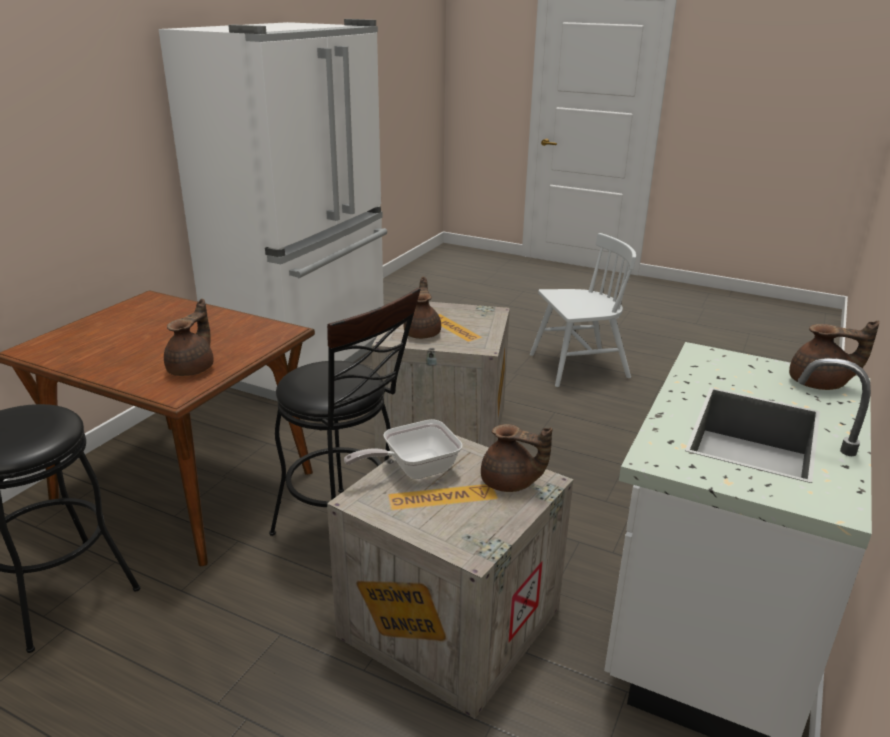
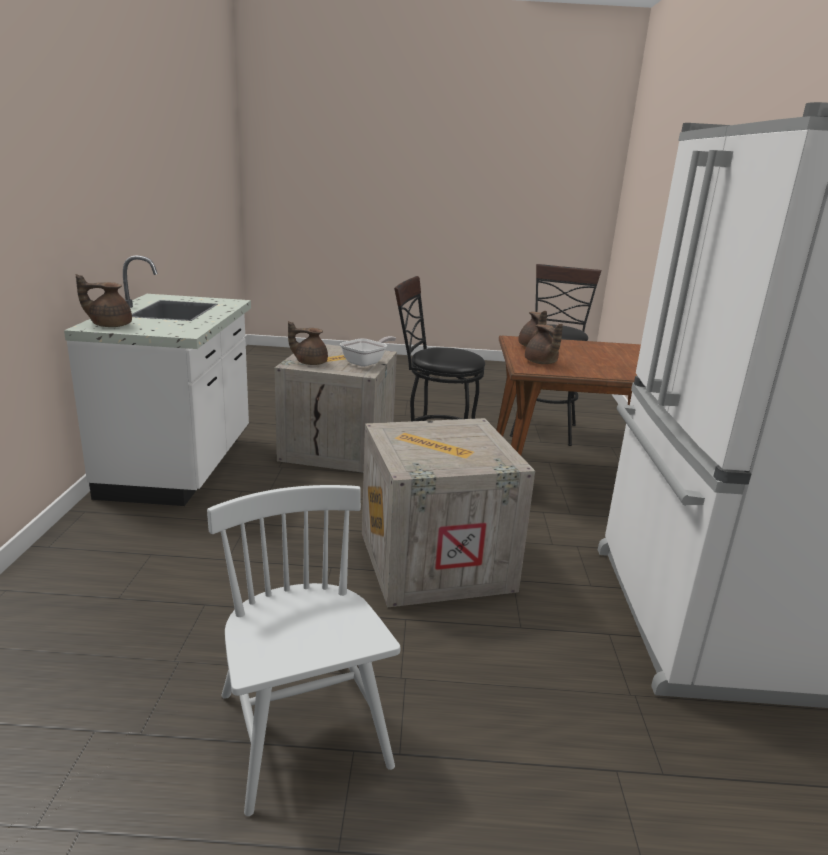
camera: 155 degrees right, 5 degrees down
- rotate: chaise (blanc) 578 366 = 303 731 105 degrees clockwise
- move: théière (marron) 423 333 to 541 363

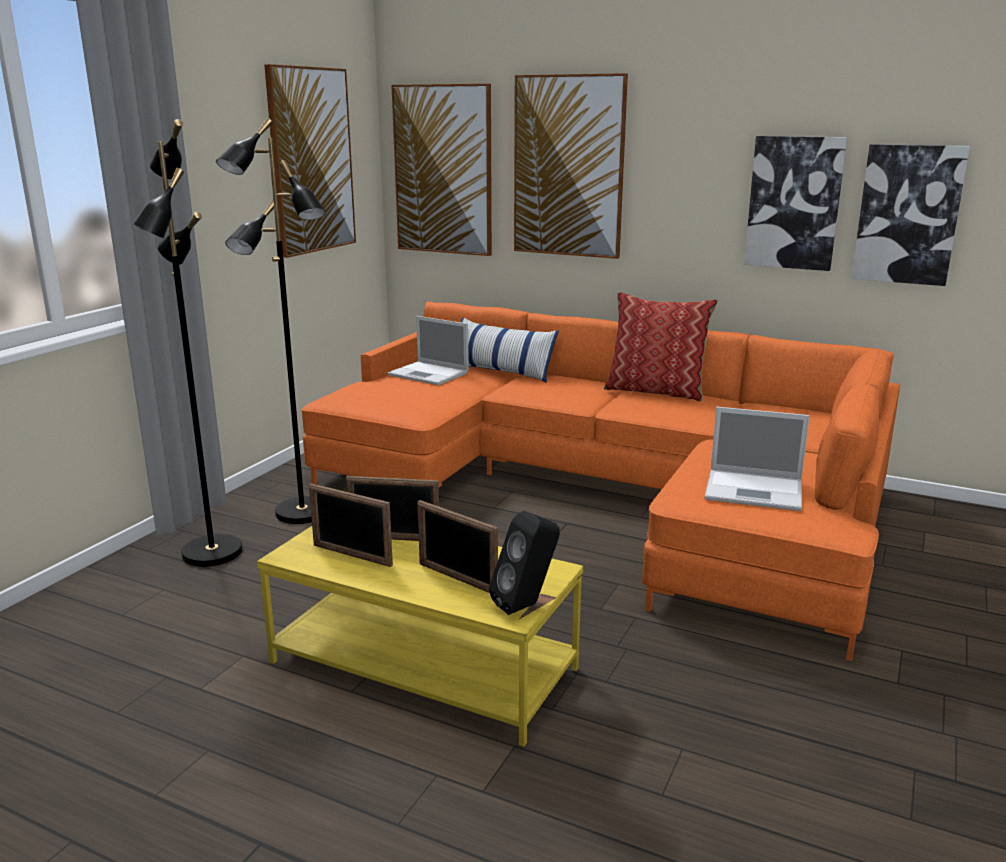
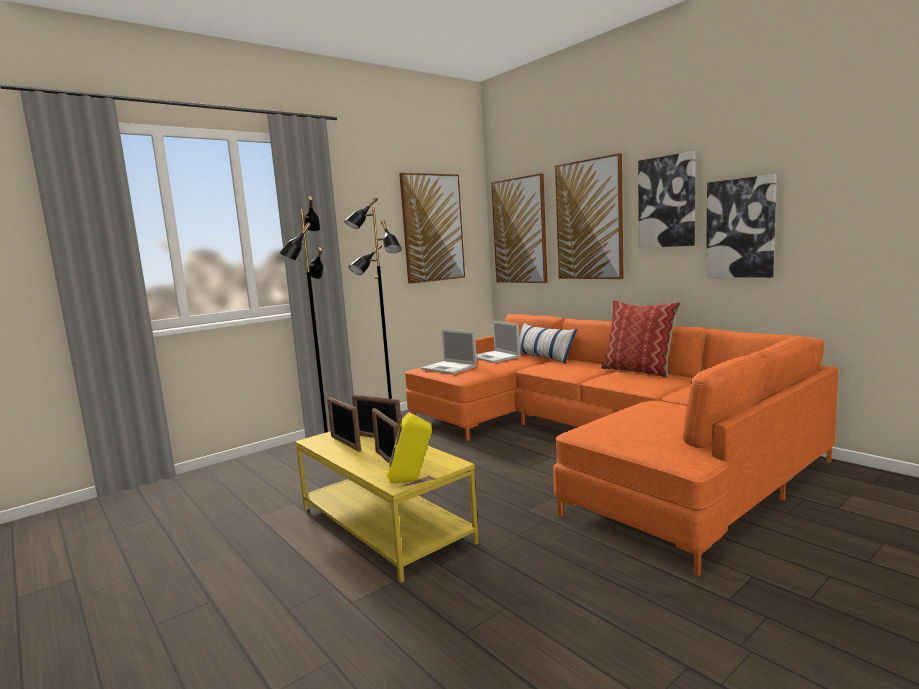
camera: 25 degrees right, 10 degrees down
- move: tableau 908 214 to 667 202
- move: ordinateur portable 756 491 to 449 368
- recolor: enceinte (noir) 526 605 to enceinte (jaune) 411 480

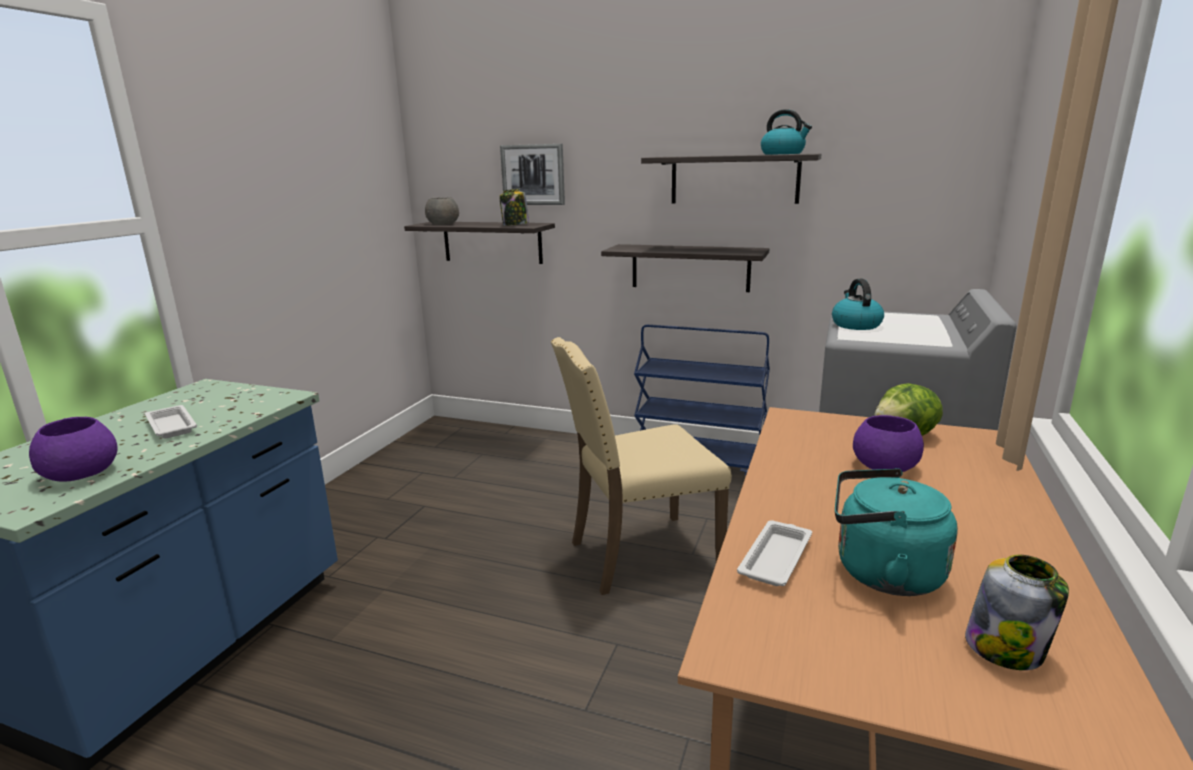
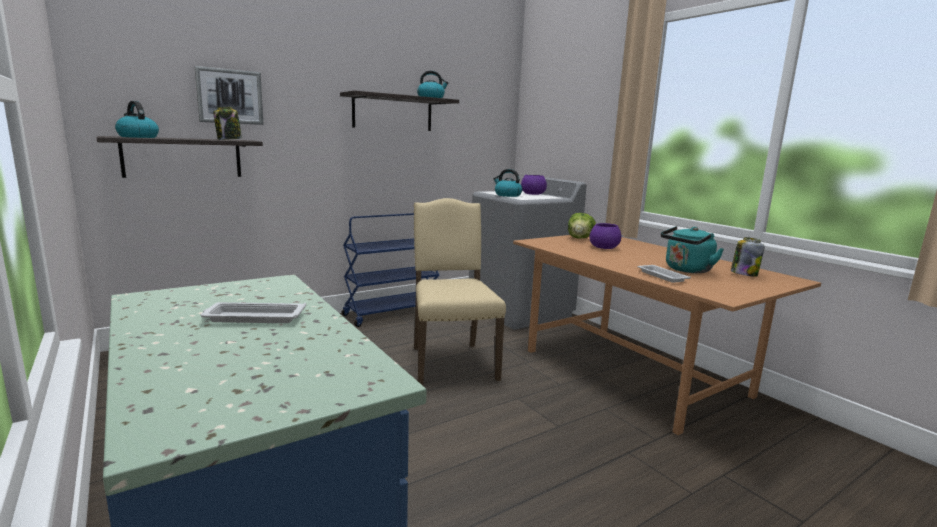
camera: 55 degrees left, 5 degrees down
- replace: bol (gris) 443 224 to bouilloire 137 137
- delete: étagère 690 267
- rotate: chaise (beige) 640 555 = 451 362 150 degrees clockwise
- move: bol (violet) 80 473 to 532 194

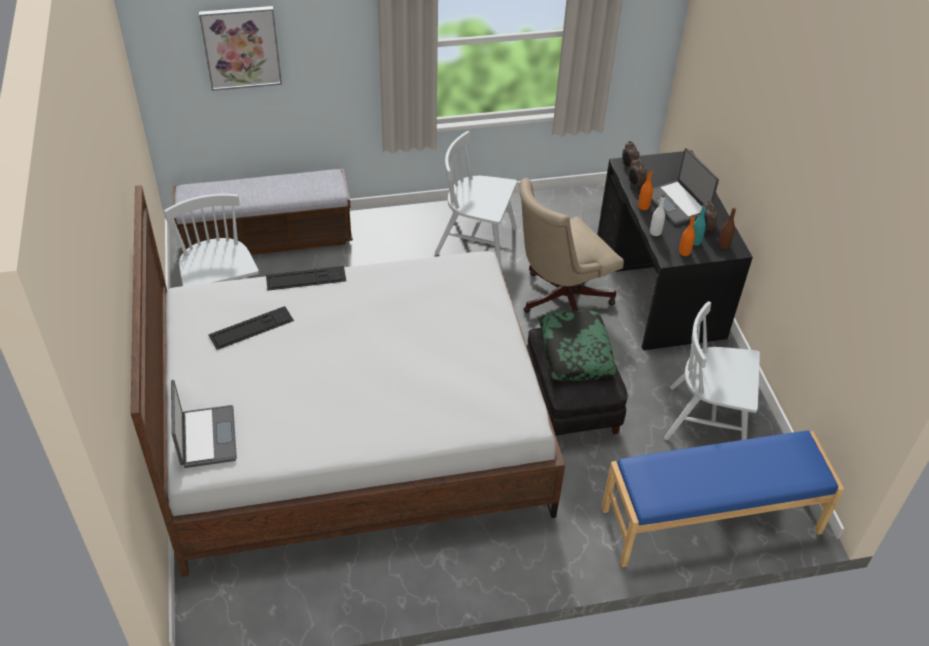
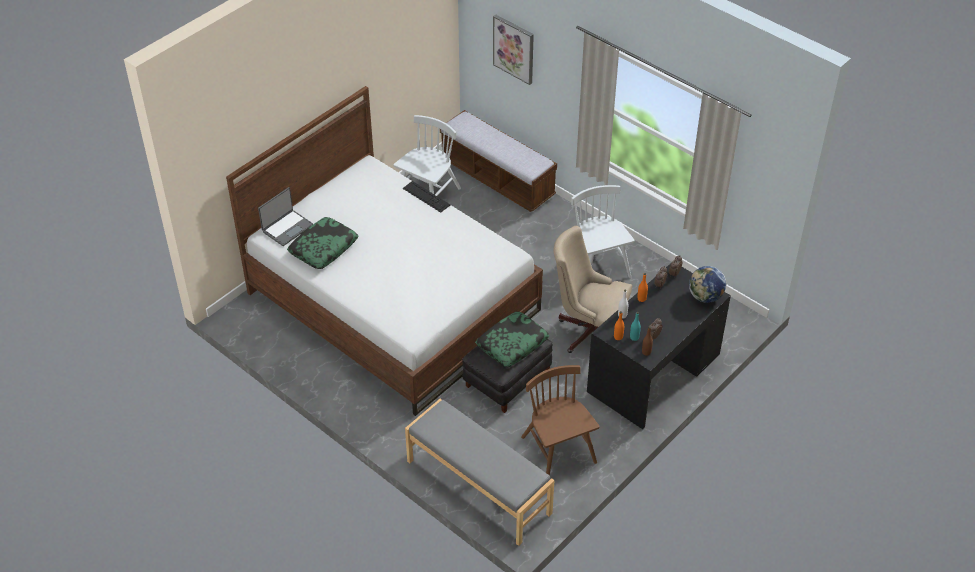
camera: 55 degrees right, 0 degrees up
- delete: ordinateur portable 678 203
- recolor: chaise (blanc) 707 419 to chaise (marron) 558 450
- delete: clavier 251 328
- recolor: banc (bleu) 711 521 to banc (gris) 478 487
- insert: coussin 323 248
- insert: globe 705 297

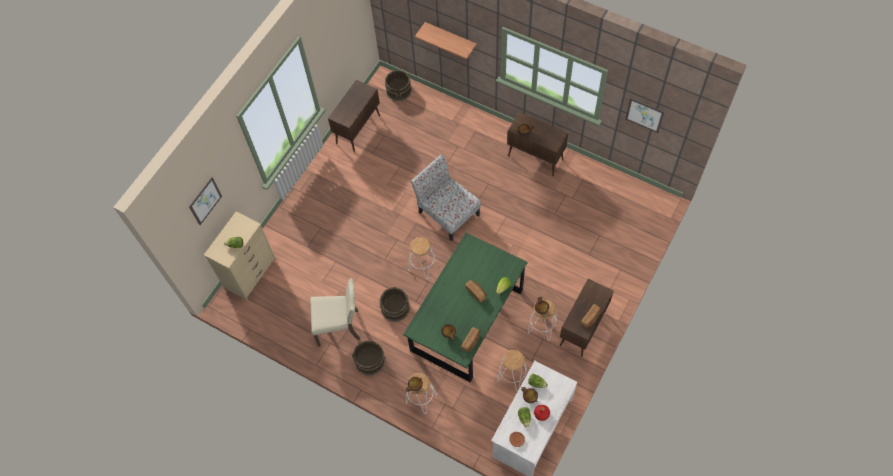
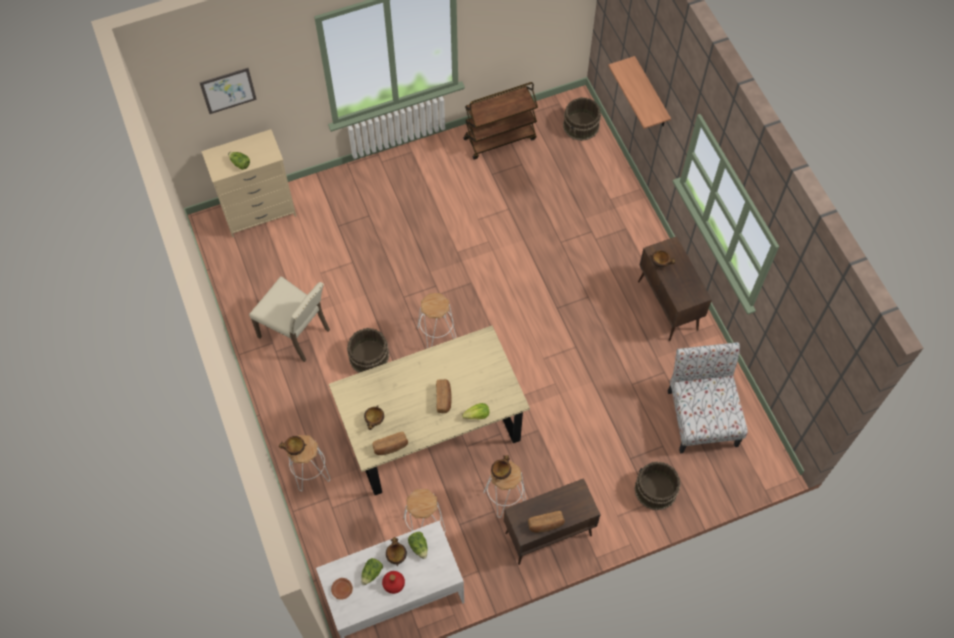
camera: 35 degrees right, 0 degrees up
- replace: meuble de rangement (marron) 358 129 to chariot (marron) 500 138
- delete: tableau 644 115
- move: chaise 447 212 to 701 416
- recolor: table à manger (vert) 466 319 to table à manger (beige) 431 426
- move: seau (marron) 369 361 to 655 490

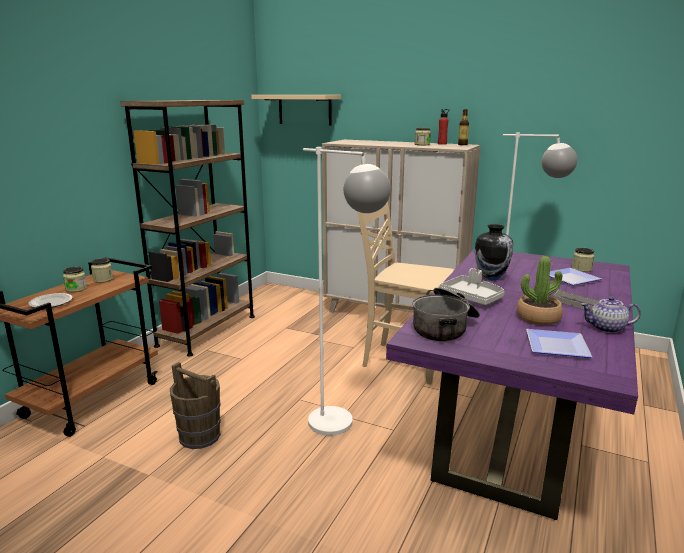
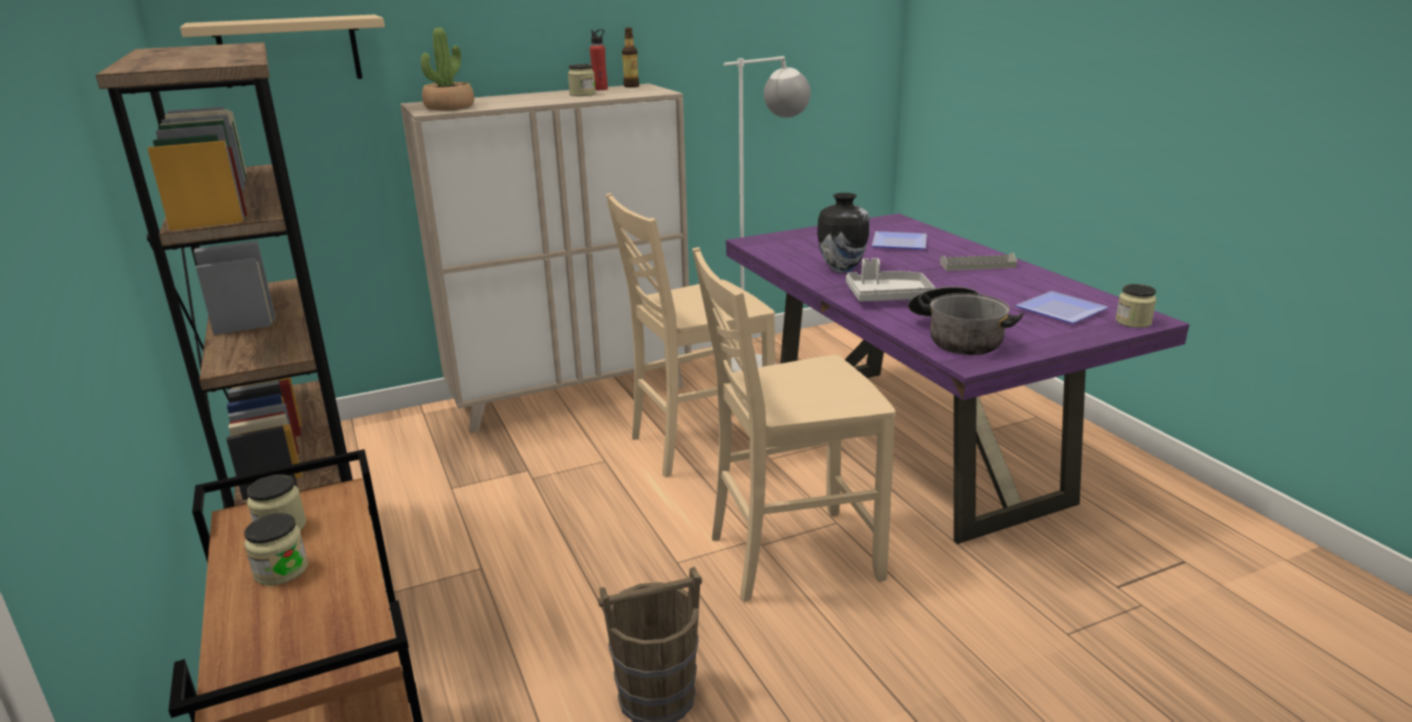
camera: 50 degrees left, 5 degrees up
- replace: lampadaire (blanc) 344 427 to chaise (beige) 789 556
- move: bocal 581 269 to 1133 322
- move: plante en pot 538 318 to 449 107
- delete: assiette 51 303
- delete: théière 606 328

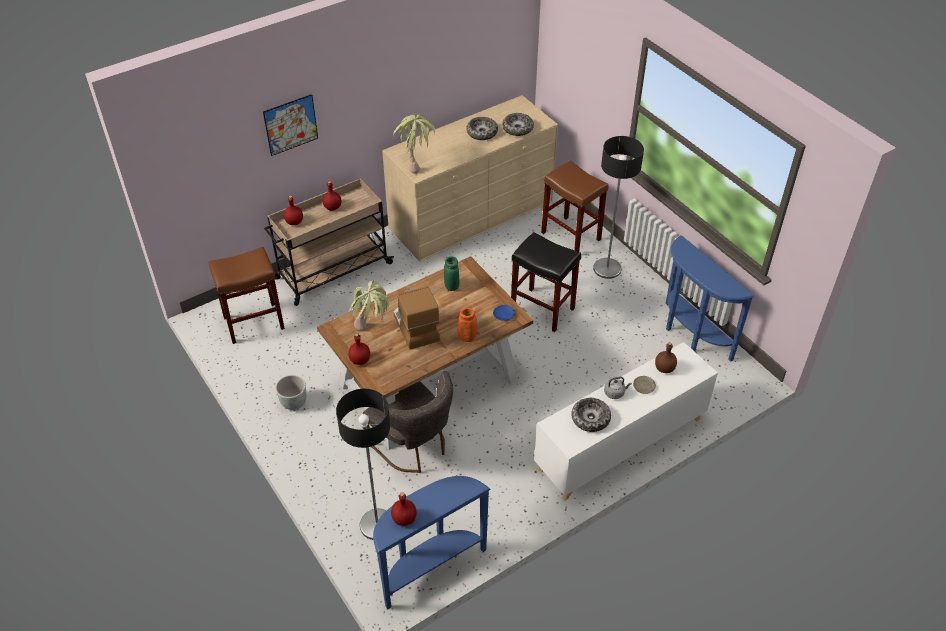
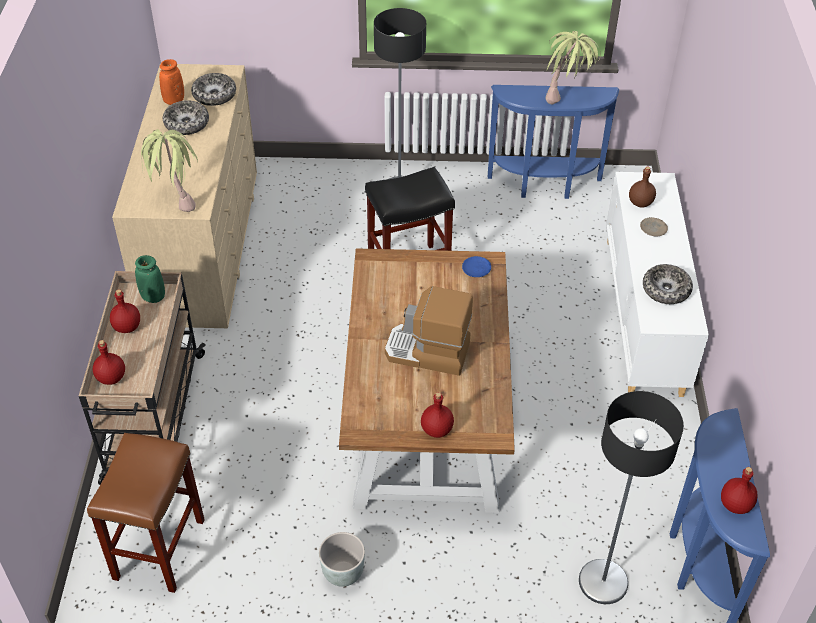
camera: 55 degrees left, 0 degrees up
- delete: tableau 291 125
- delete: tabouret (marron) 570 236
- move: vase (vert) 451 286 to 153 297
- move: plante en pot 372 333 to 567 97
- move: vase (orange) 467 337 to 174 100
- delete: chaise (gris) 414 447
- delete: bouilloire (gris) 615 393

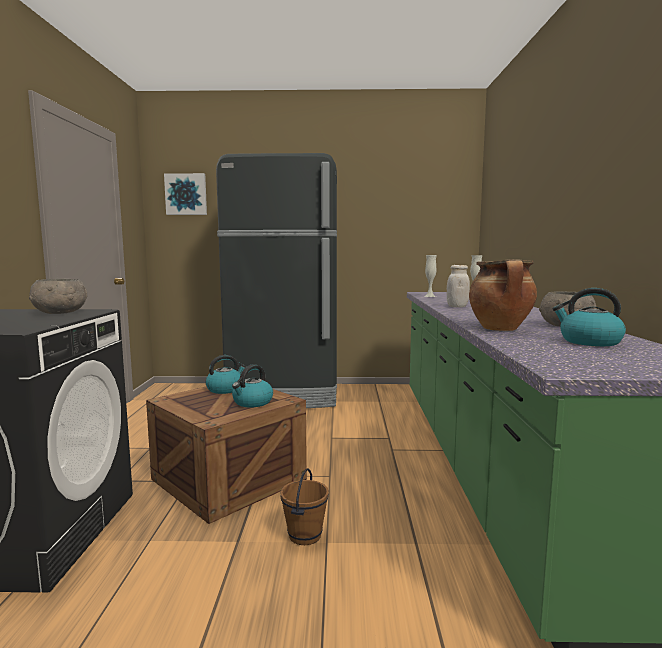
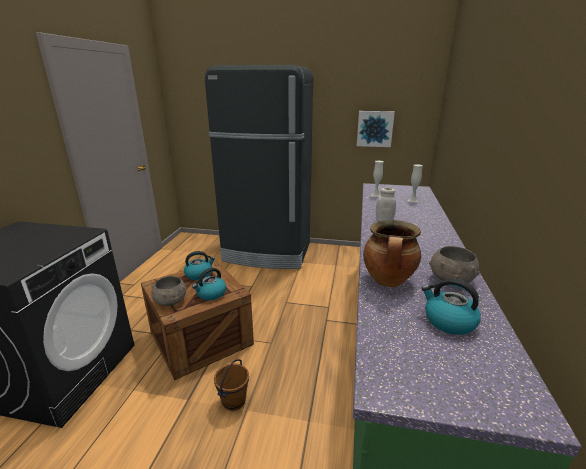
camera: 10 degrees right, 15 degrees up
- move: tableau 186 194 to 374 128
- move: bol (gris) 60 313 to 170 301

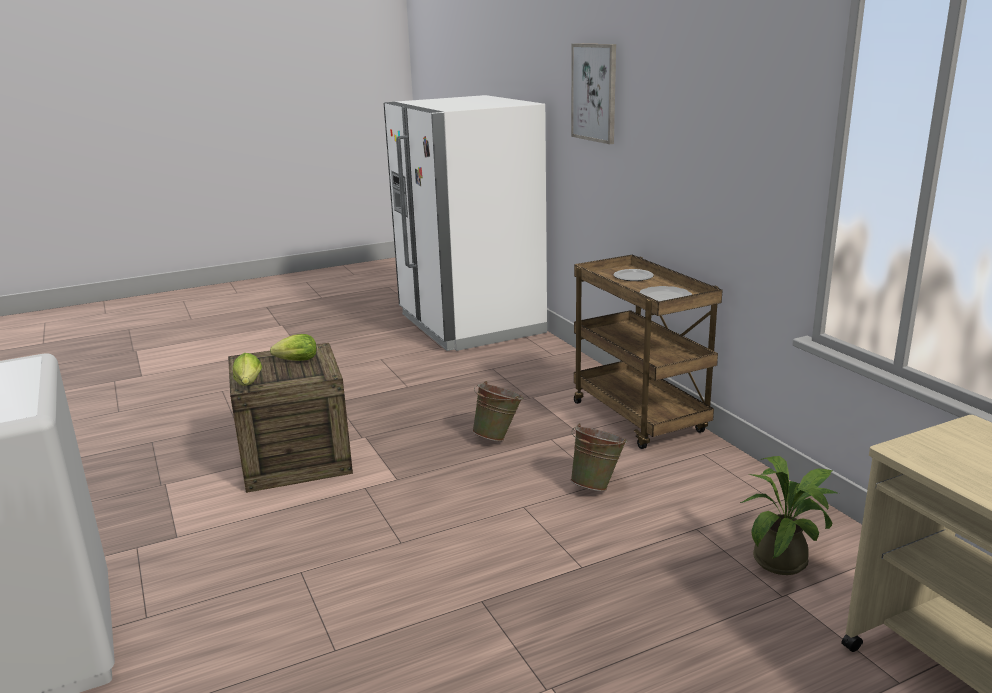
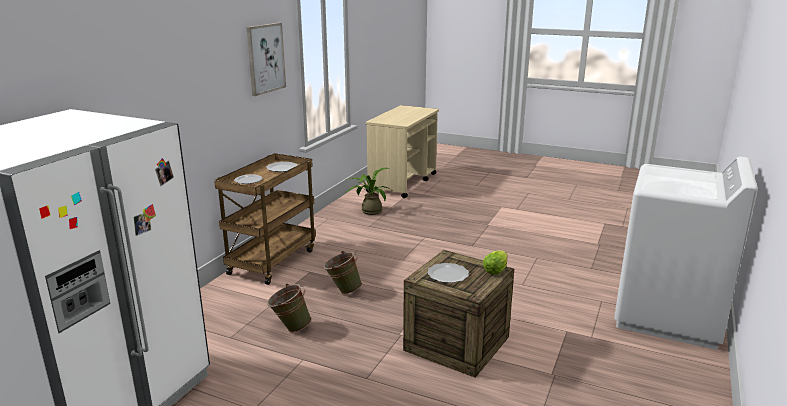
camera: 130 degrees left, 0 degrees up
- move: tableau 594 92 to 265 58
- replace: laitue 294 361 to assiette 447 274
- move: seau (vert) 597 485 to 290 328

